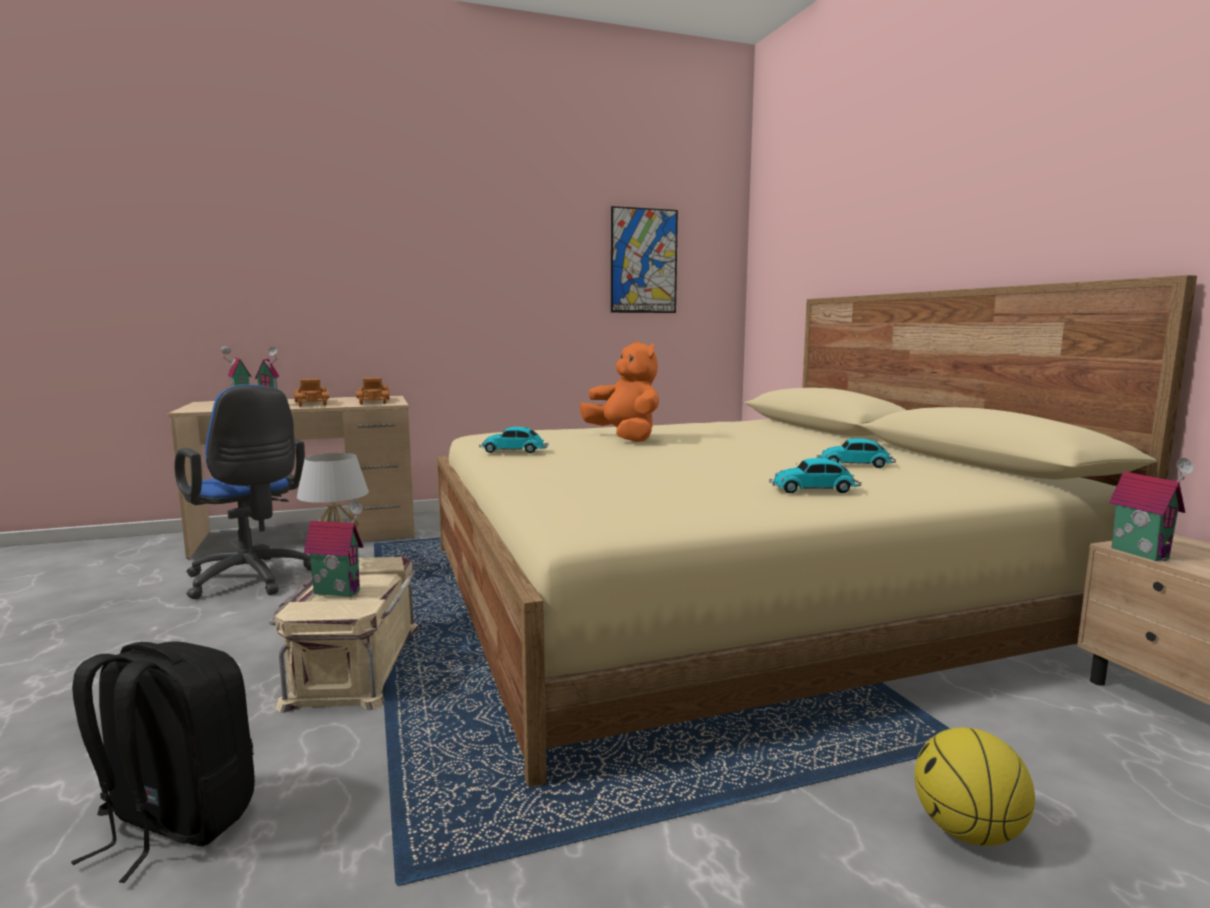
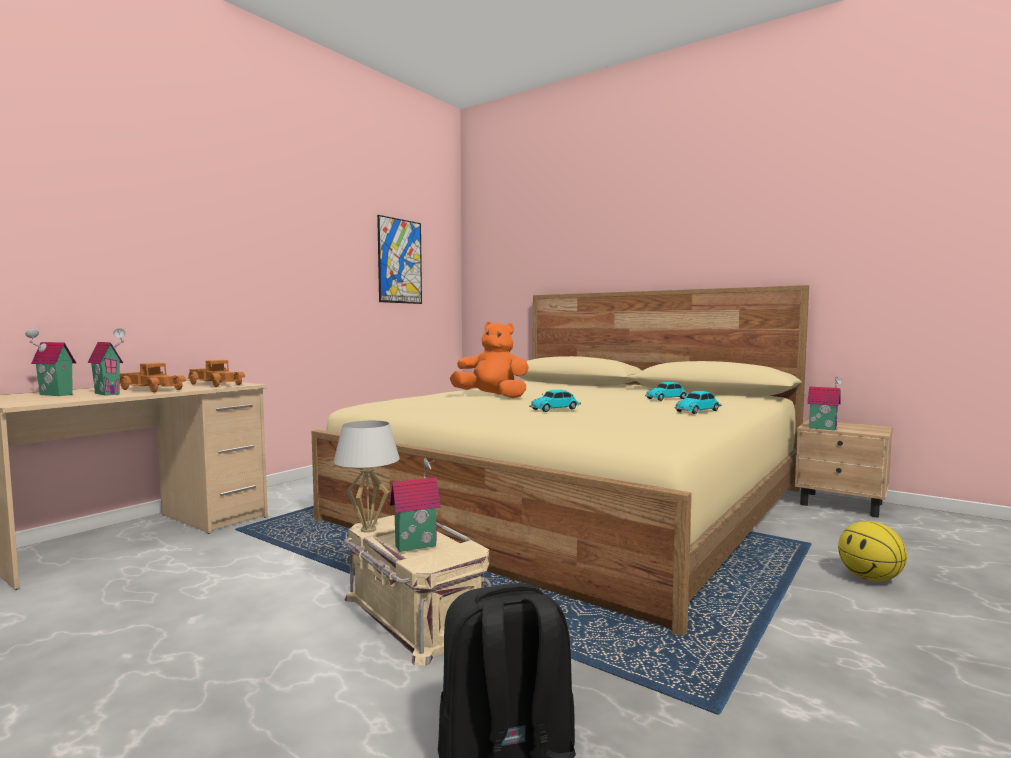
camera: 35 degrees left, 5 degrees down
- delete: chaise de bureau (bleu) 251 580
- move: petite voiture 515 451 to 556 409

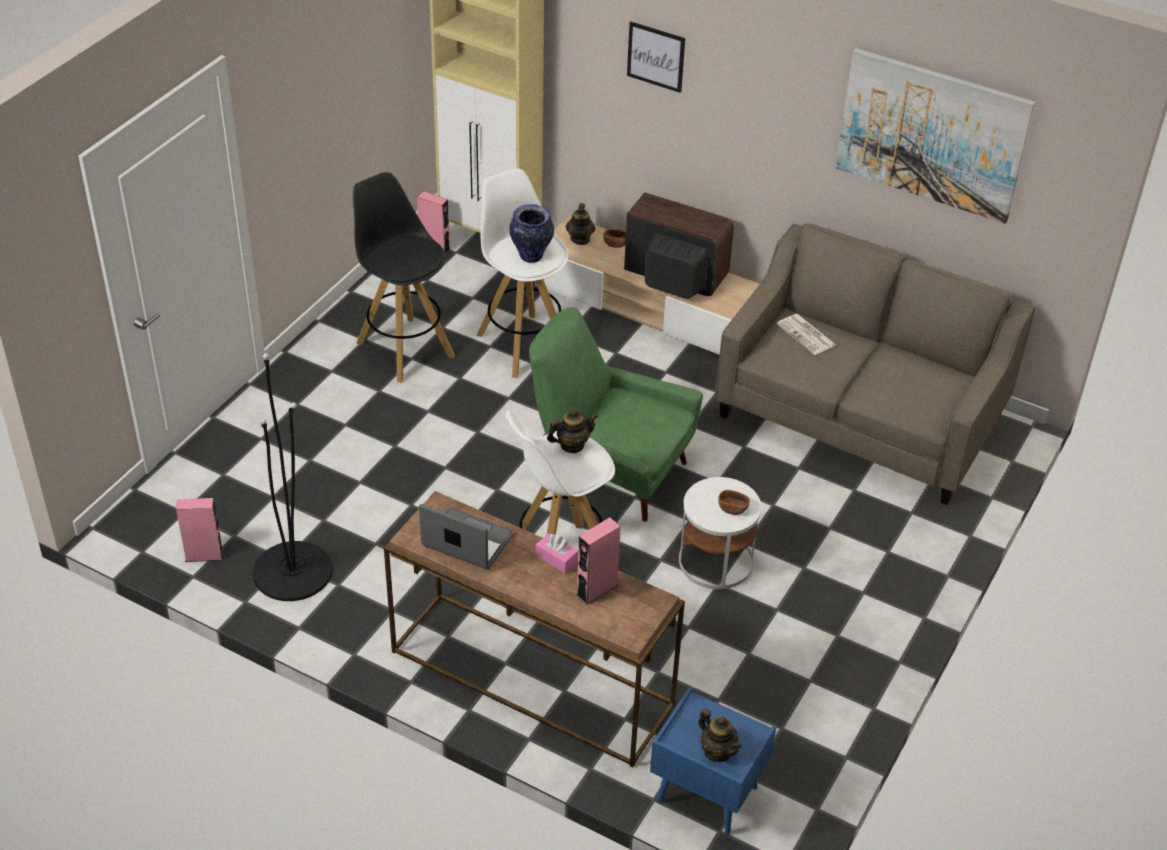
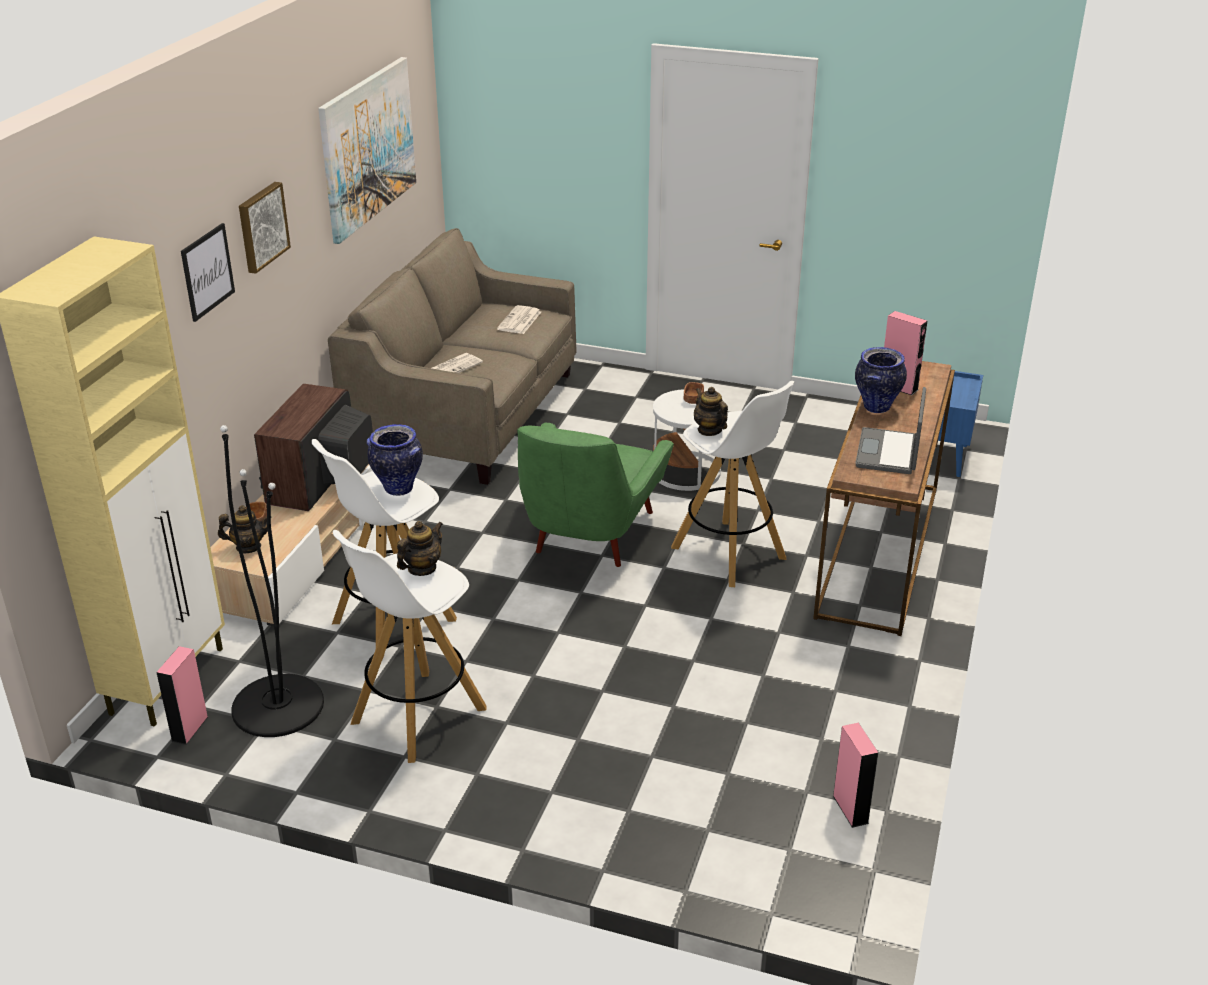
camera: 100 degrees left, 10 degrees down
- recolor: tabouret (noir) 404 348 to tabouret (blanc) 417 716
- move: lampadaire (noir) 292 571 to 278 706
- replace: boîte à mouchoirs (rose) 556 559 to vase 876 408
- move: théière 717 751 to 422 568
- insert: tableau 261 226
- insert: journal 519 321

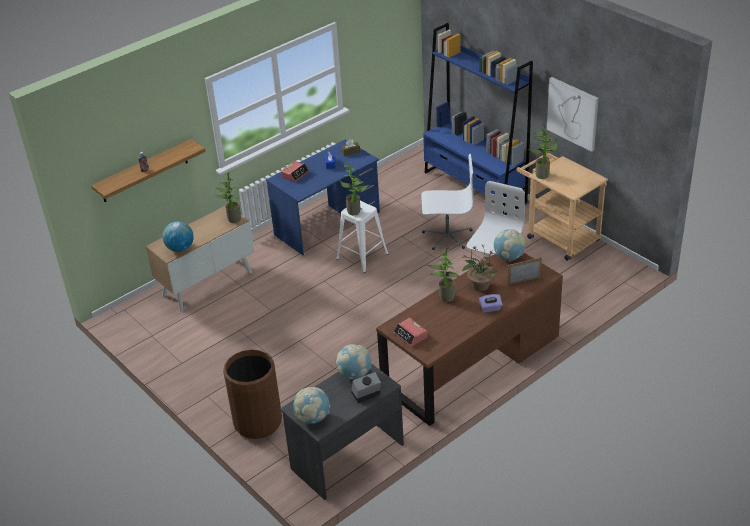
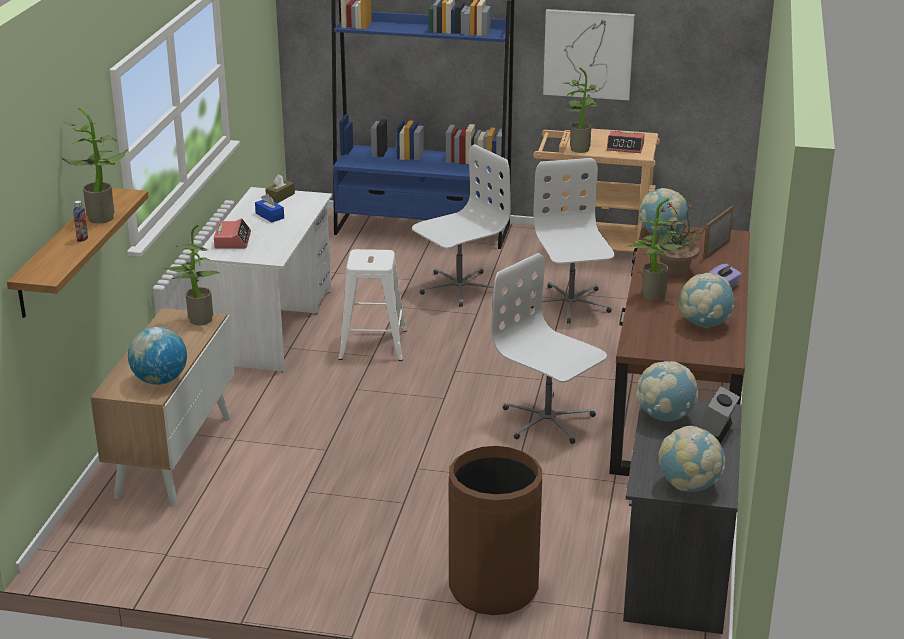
camera: 40 degrees left, 10 degrees down
- recolor: bureau (bleu) 327 224 to bureau (blanc) 271 326
- move: plante en pot 355 211 to 103 216
- move: réveil 410 335 to 625 147
- insert: chaise de bureau (blanc) 547 421
- insert: globe 704 324

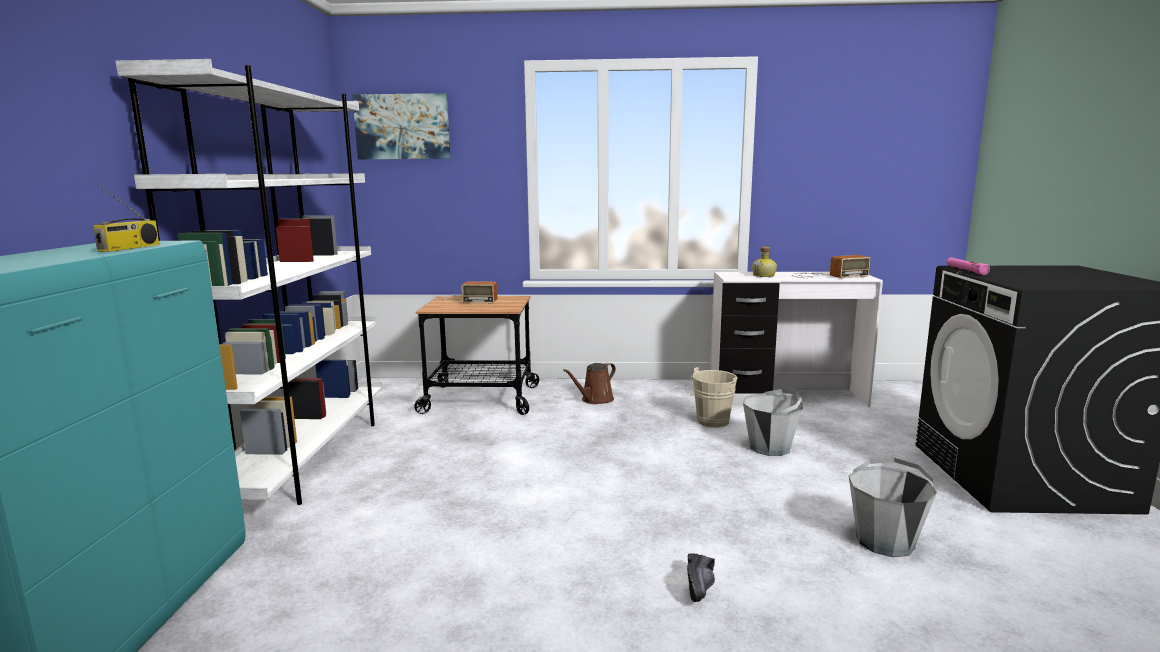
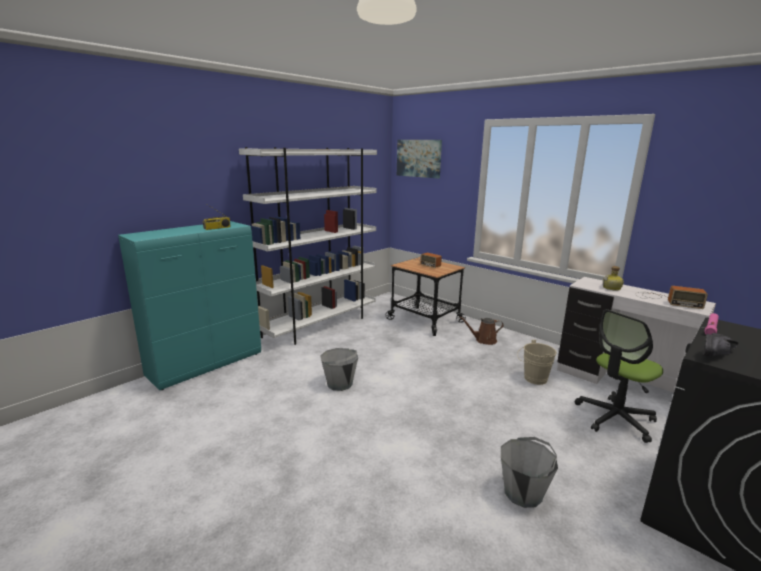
camera: 40 degrees right, 5 degrees up
- move: seau (gris) 770 447 to 339 384
- move: chaussure (noir) 702 587 to 718 355
- insert: chaise de bureau 615 418

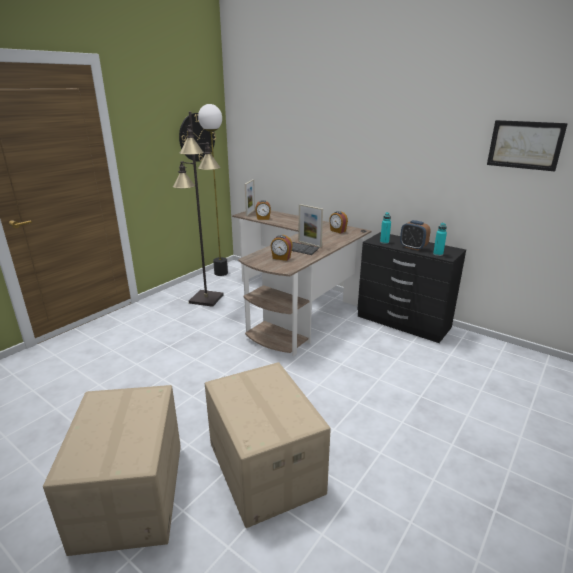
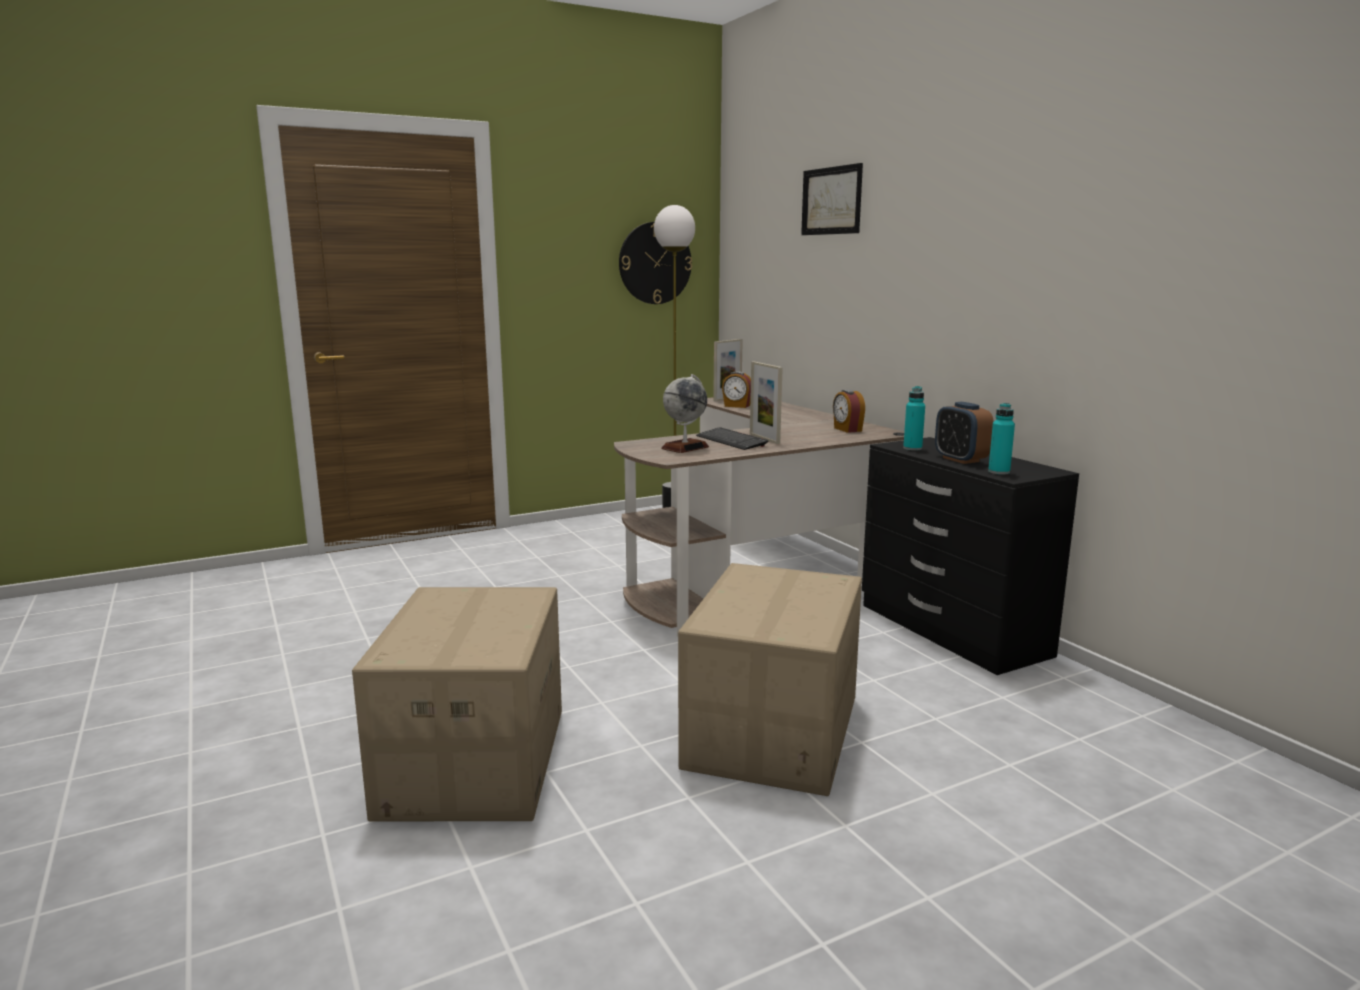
camera: 25 degrees right, 10 degrees down
- delete: lampadaire (noir) 205 299
- move: tableau 525 145 to 831 201
- replace: réveil 281 258 to globe 685 448
- move: carton 132 494 to 774 732

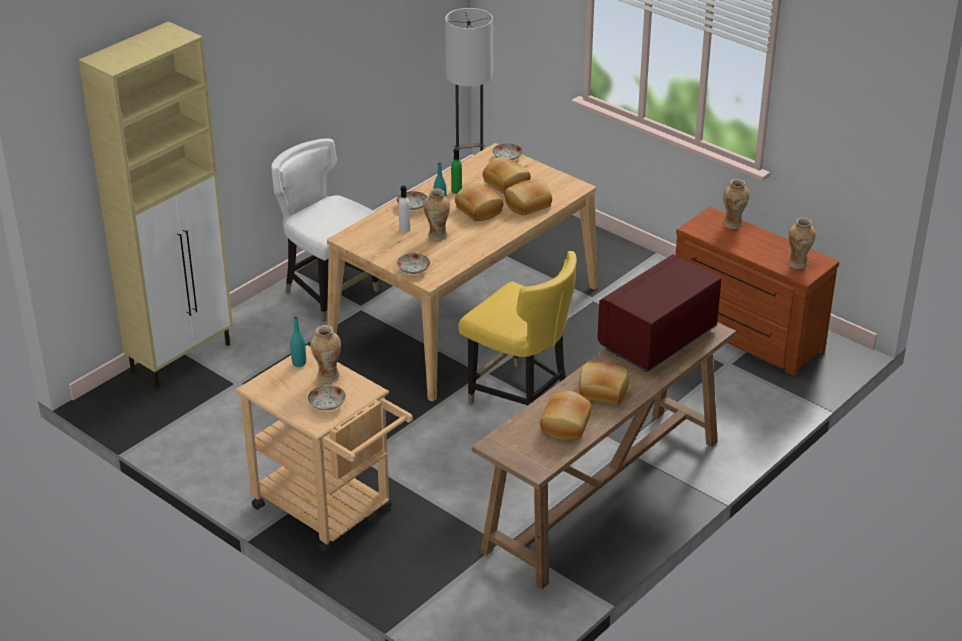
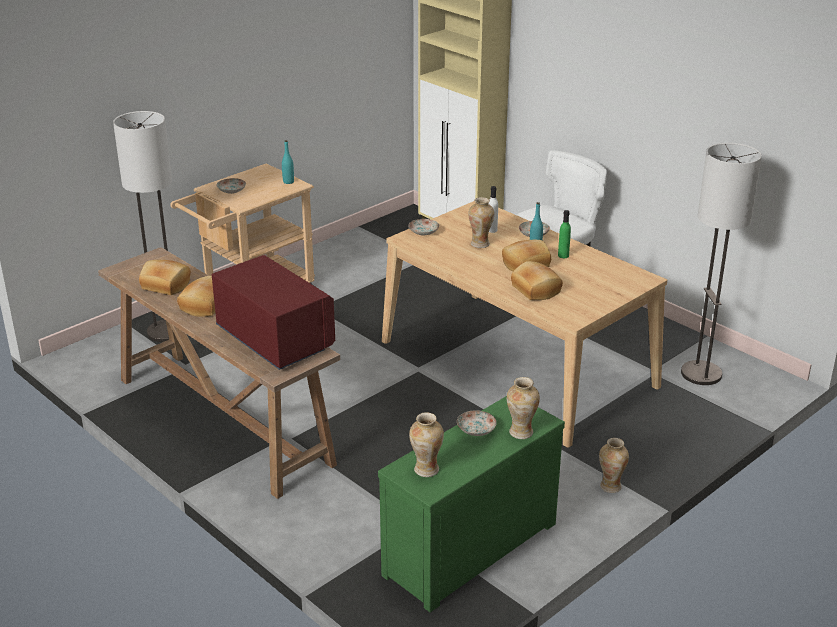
camera: 95 degrees right, 5 degrees down
- move: assiette 507 157 to 476 430
- delete: pain 507 183
- recolor: commode (marron) 744 335 to commode (vert) 467 546
- delete: chaise (jaune) 520 397
- move: vase 327 376 to 610 486
- insert: lampadaire 166 332

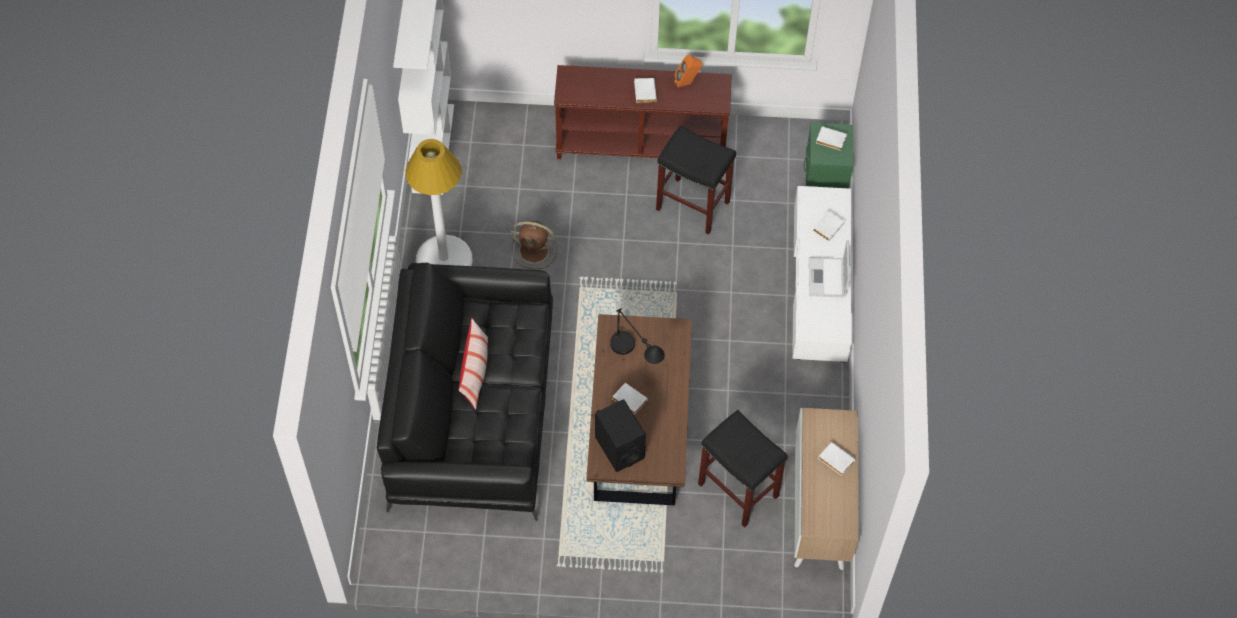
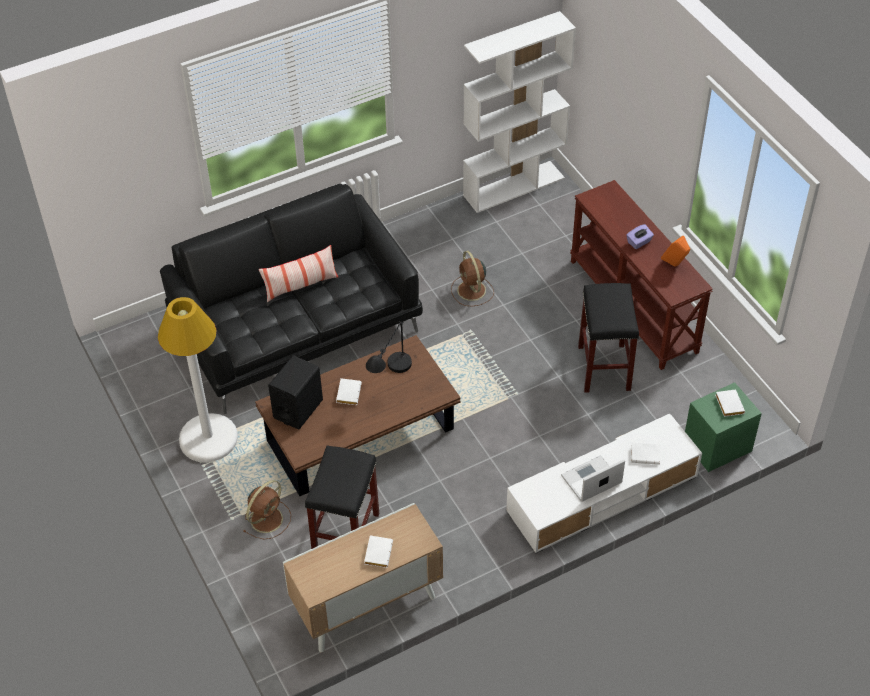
camera: 60 degrees right, 10 degrees down
- replace: livre (blanc) 644 91 to boîte à mouchoirs (violet) 639 242
- move: lampadaire (blanc) 444 260 to 208 438
- insert: ventilateur (marron) 267 518

